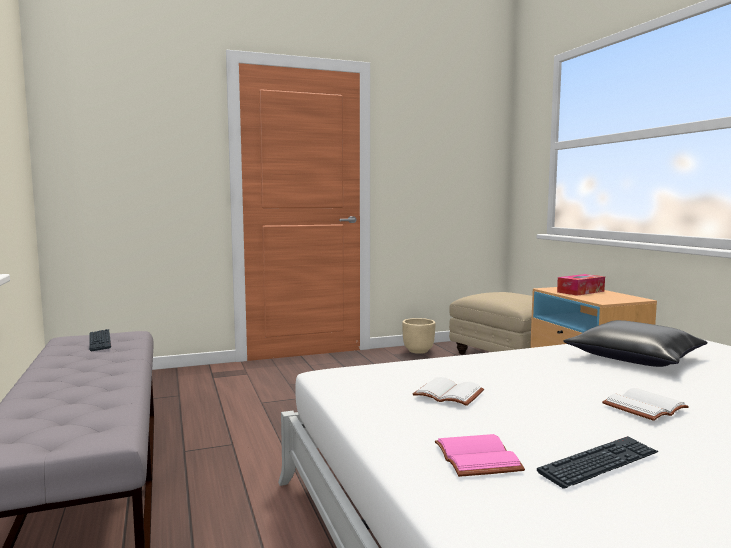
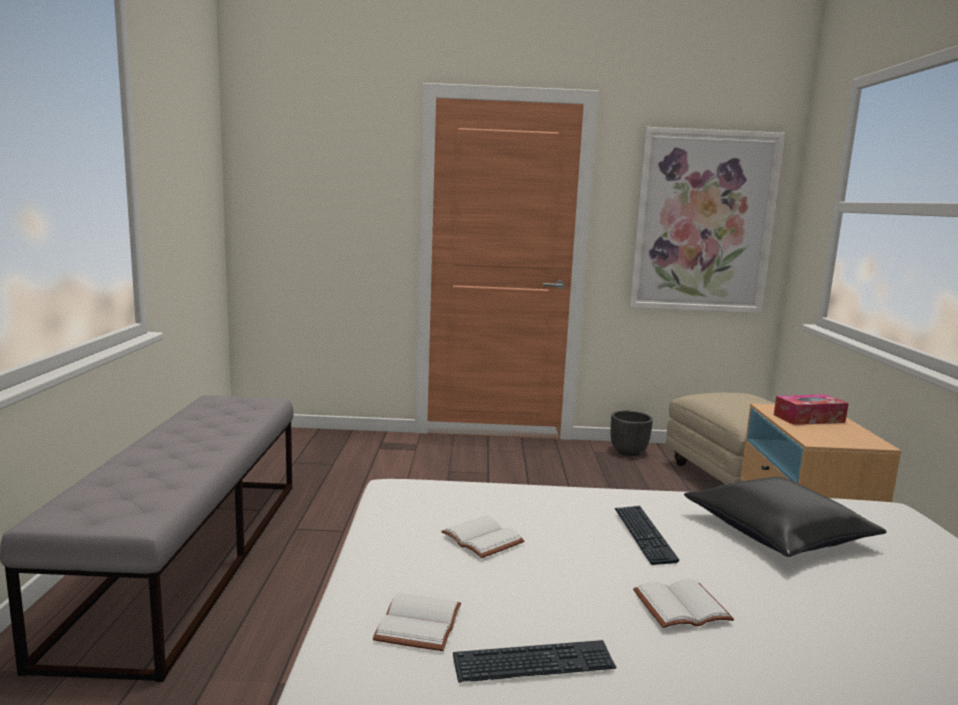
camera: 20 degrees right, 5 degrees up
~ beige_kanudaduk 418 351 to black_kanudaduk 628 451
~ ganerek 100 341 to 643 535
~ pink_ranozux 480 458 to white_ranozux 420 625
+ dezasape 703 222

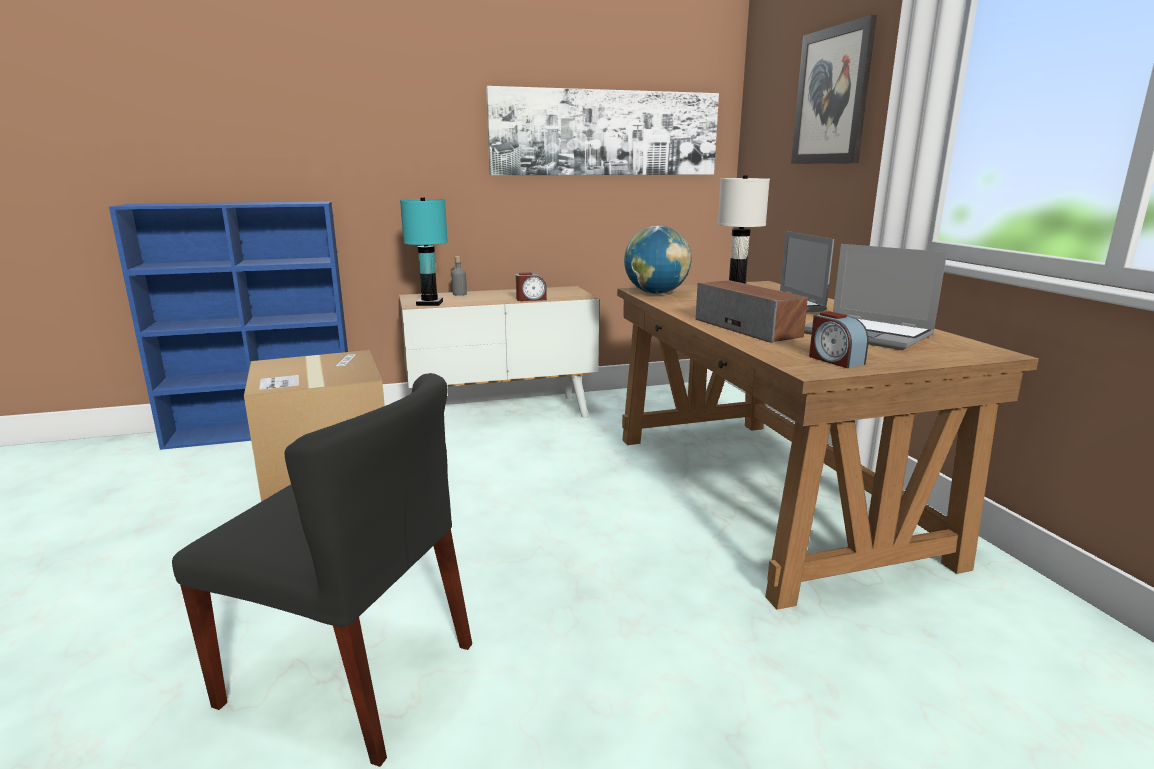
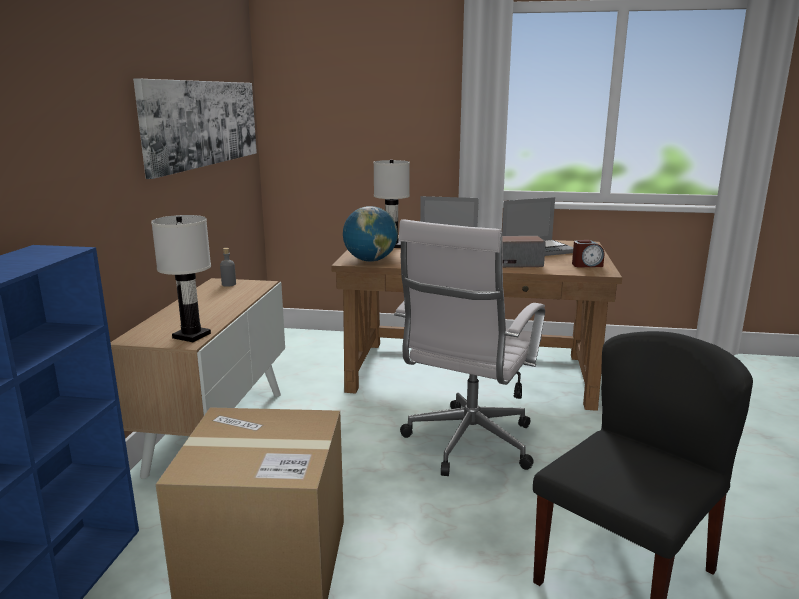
camera: 65 degrees left, 0 degrees up
- dezasape 832 96
~ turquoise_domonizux 429 303 to white_domonizux 191 336
~ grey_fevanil 459 294 to 229 284
- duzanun 531 299
+ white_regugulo 467 445

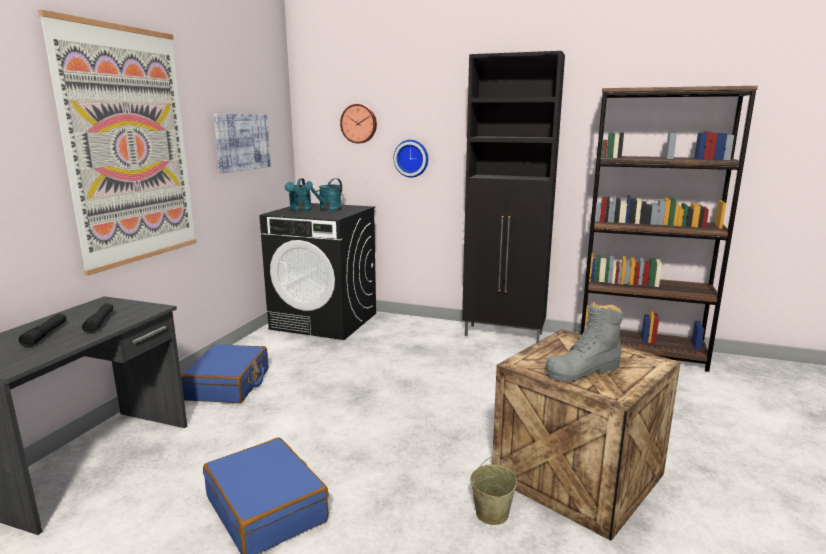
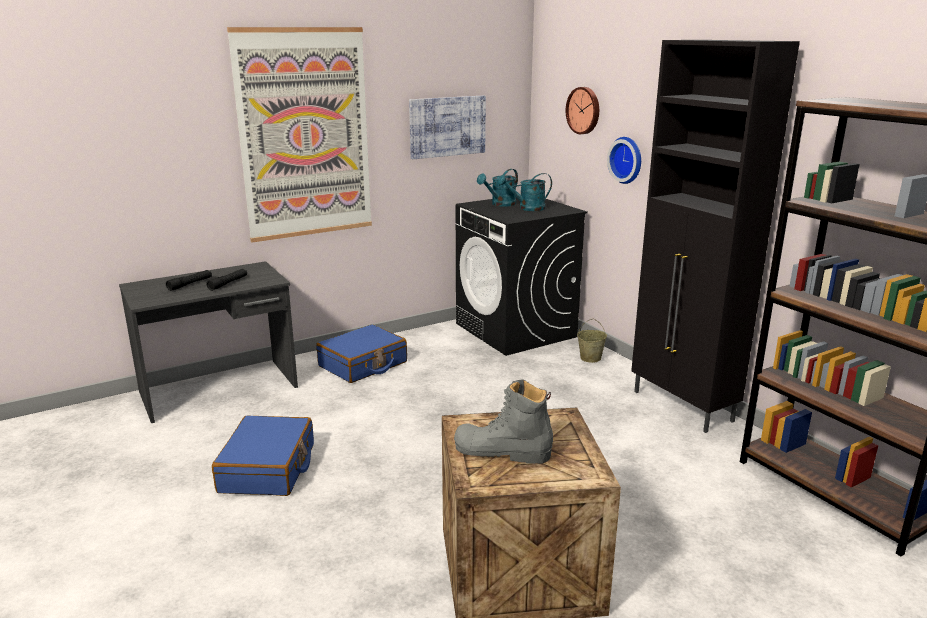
camera: 40 degrees right, 5 degrees up
~ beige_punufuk 492 513 to 590 358

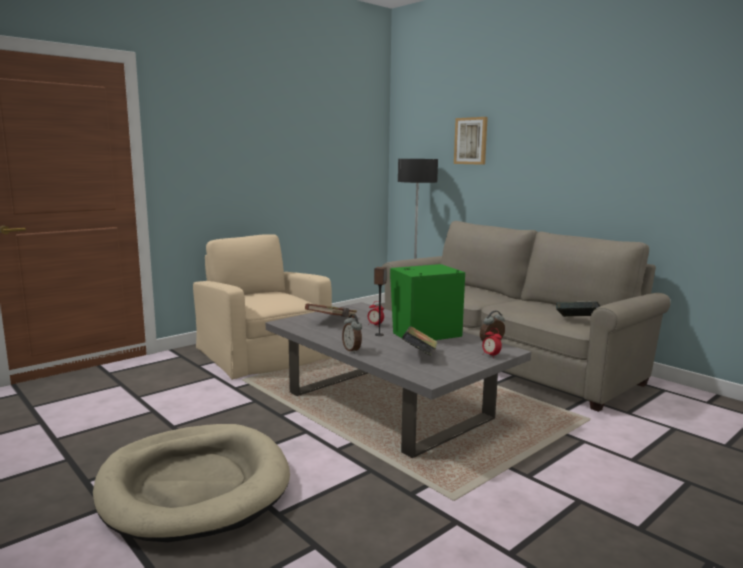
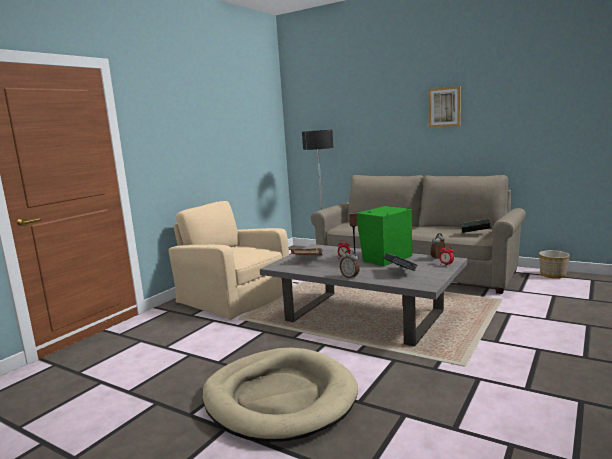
camera: 15 degrees left, 0 degrees up
~ dezasape 471 141 to 444 107
+ kanudaduk 553 275

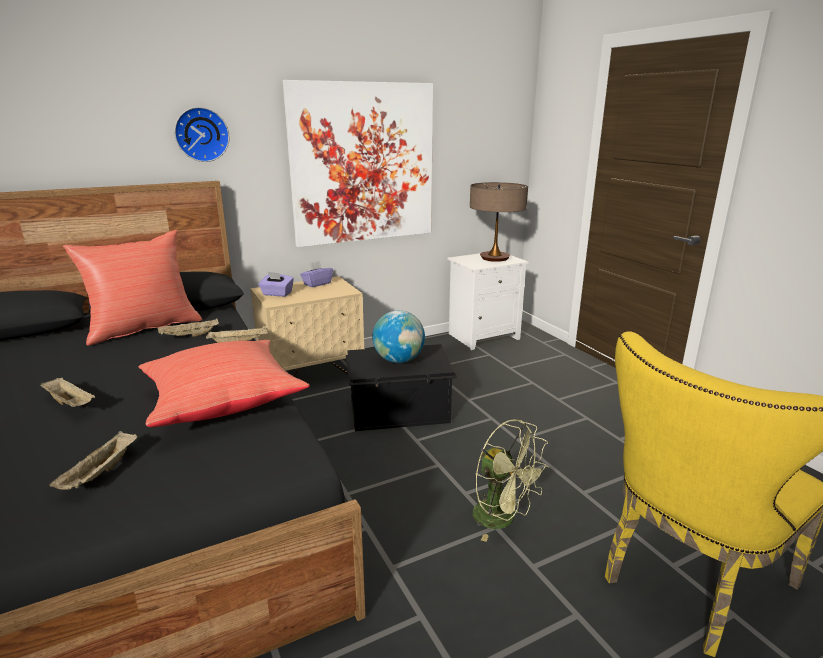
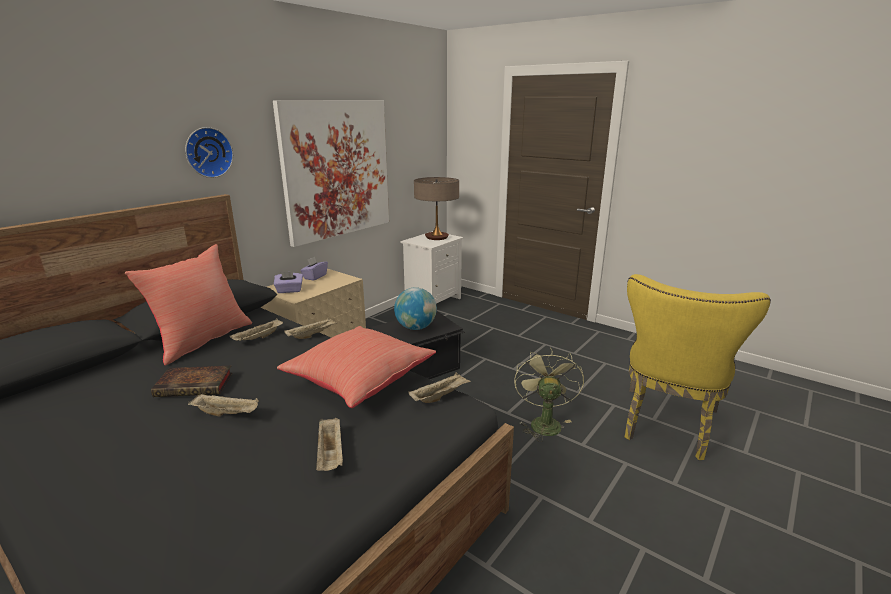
camera: 25 degrees left, 0 degrees up
~ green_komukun 502 519 = 543 422 105 degrees counterclockwise
+ ranozux 196 385
+ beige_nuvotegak 440 396

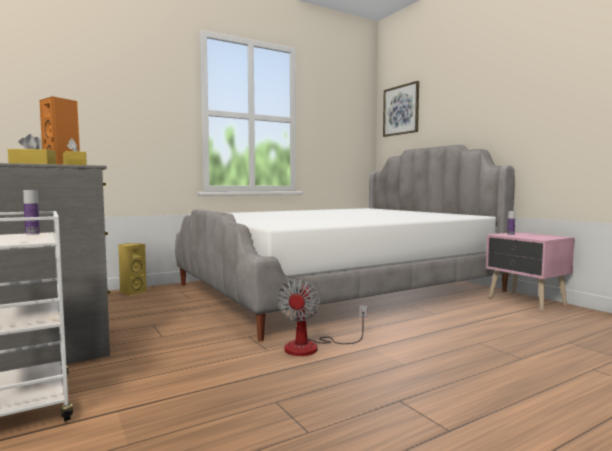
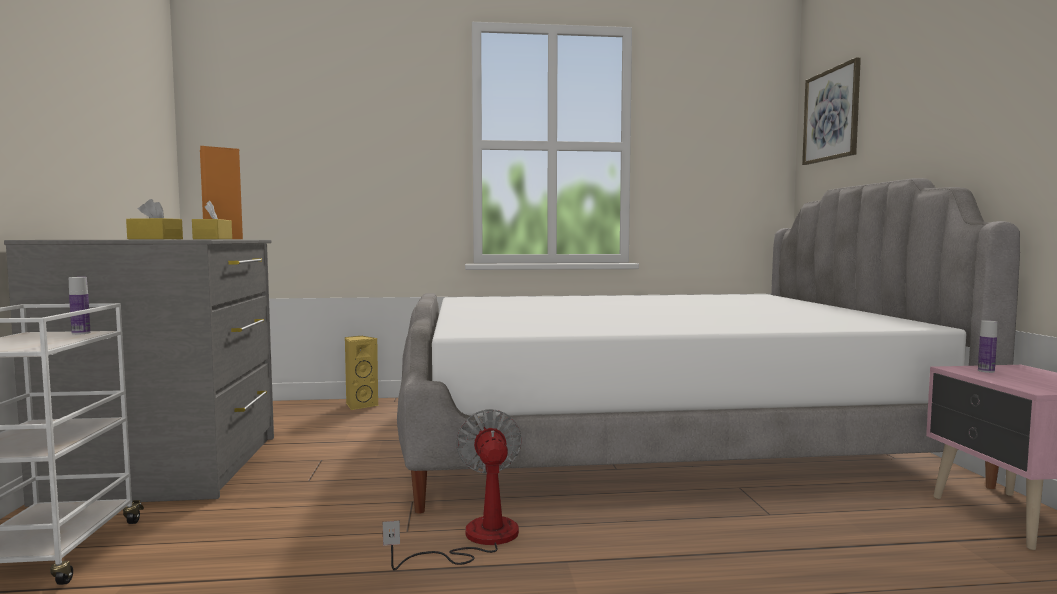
camera: 25 degrees right, 0 degrees up
~ komukun 312 347 = 476 539 135 degrees clockwise

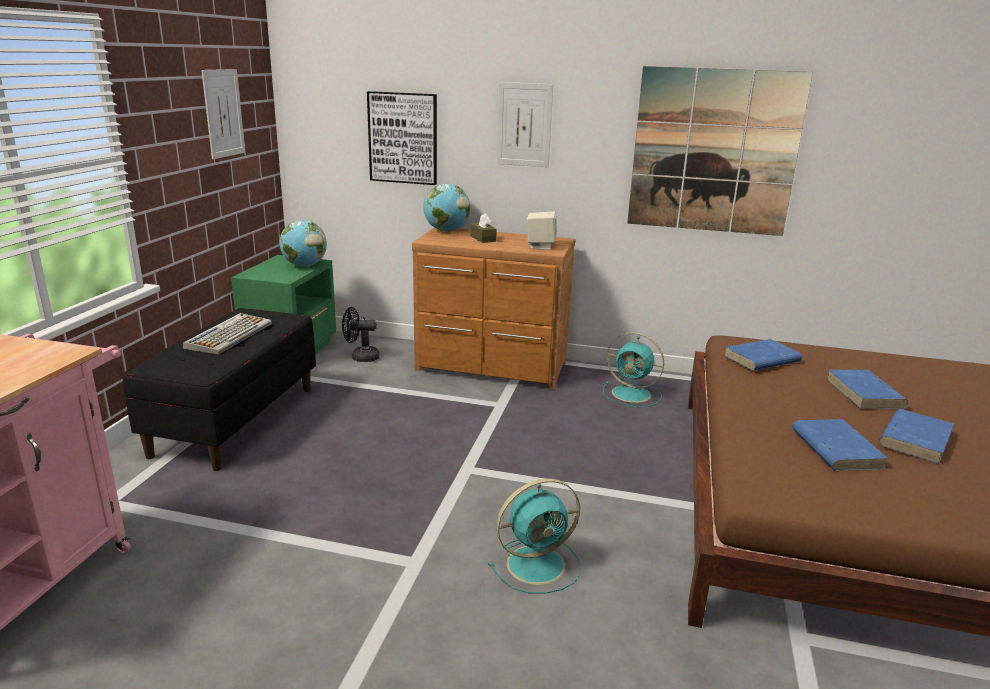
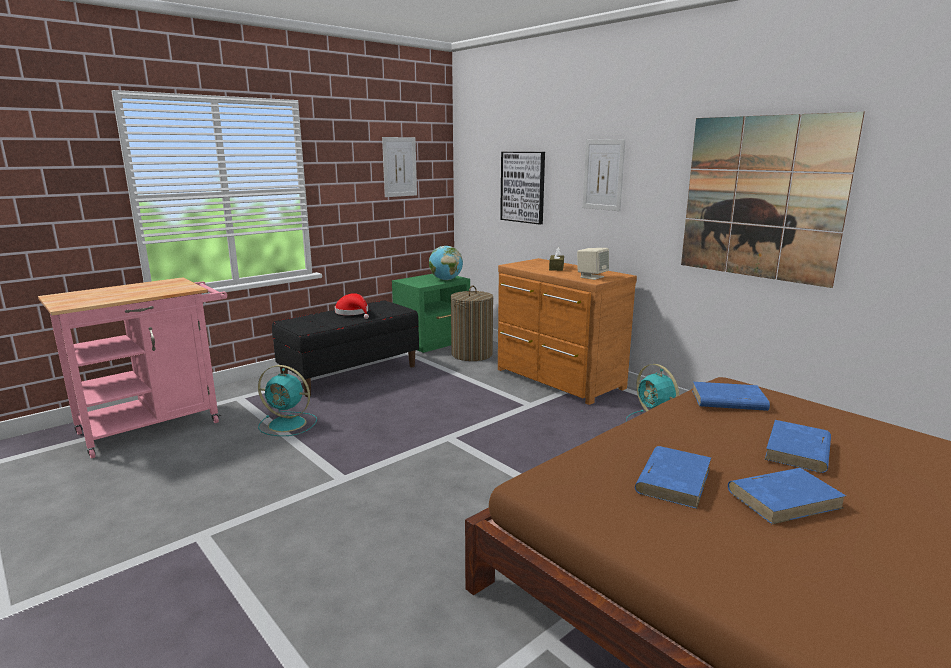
camera: 35 degrees right, 5 degrees down
- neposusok 446 231
~ black_komukun 360 357 to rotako 472 354
~ ganerek 229 335 to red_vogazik 353 313
~ turquoise_komukun 538 564 to 288 424

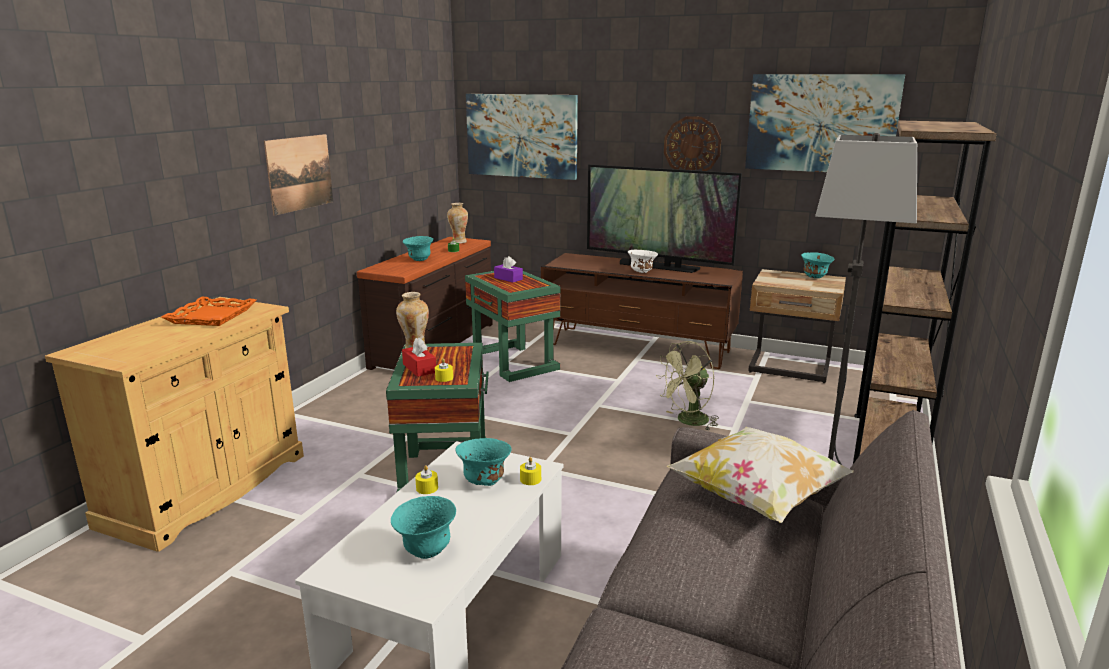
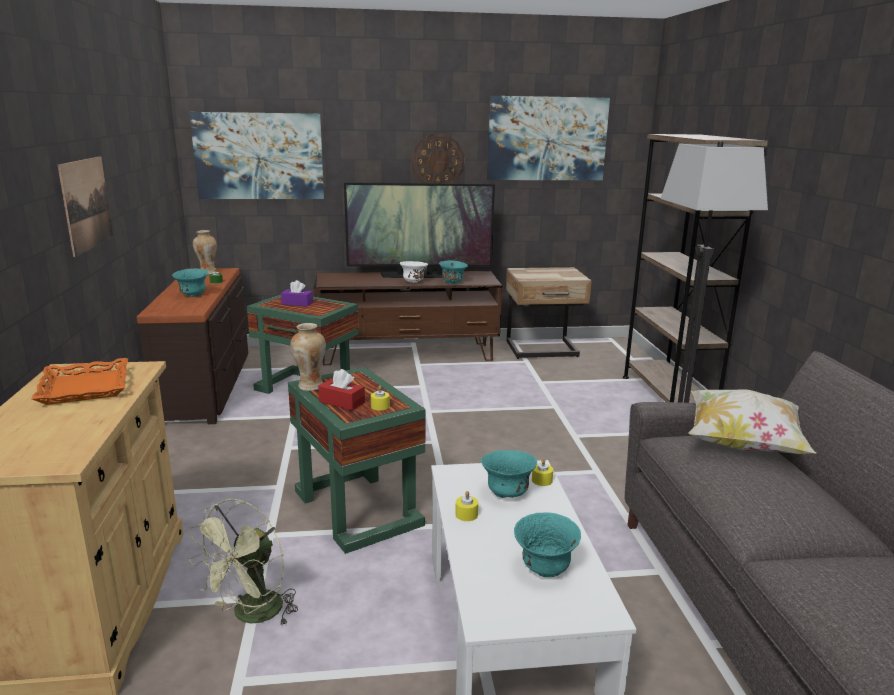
camera: 30 degrees left, 0 degrees up
~ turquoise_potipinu 815 277 to 452 282
~ green_komukun 688 422 to 251 615

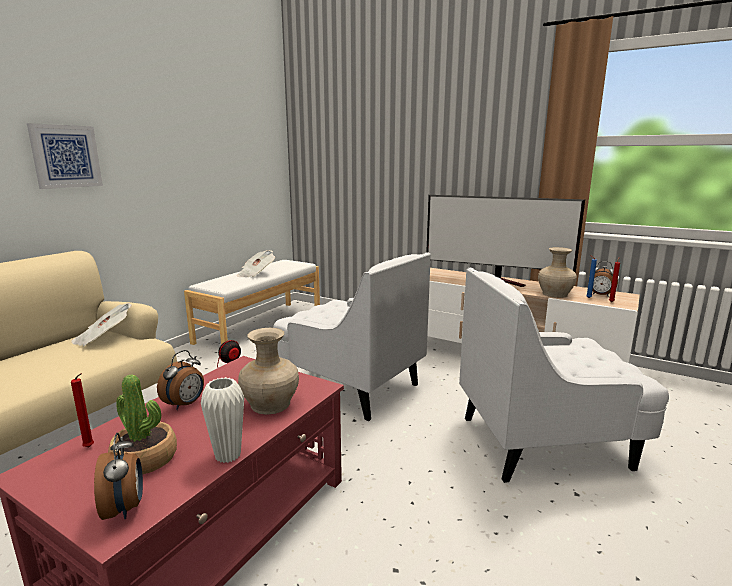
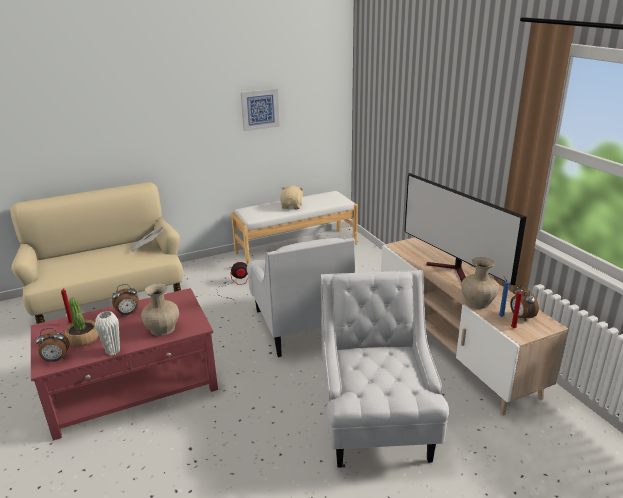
camera: 35 degrees right, 10 degrees up
~ dezasape 66 156 to 260 109
~ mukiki 256 274 to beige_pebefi 292 206
~ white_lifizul 545 442 = 376 424 60 degrees clockwise
~ duzanun 125 508 = 56 359 60 degrees clockwise

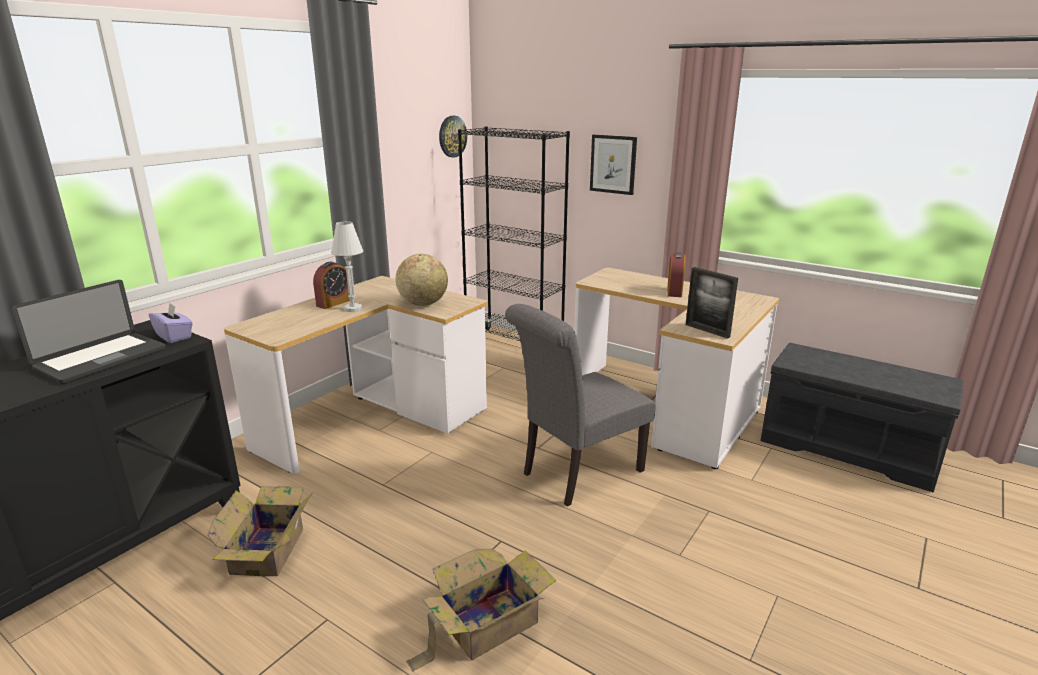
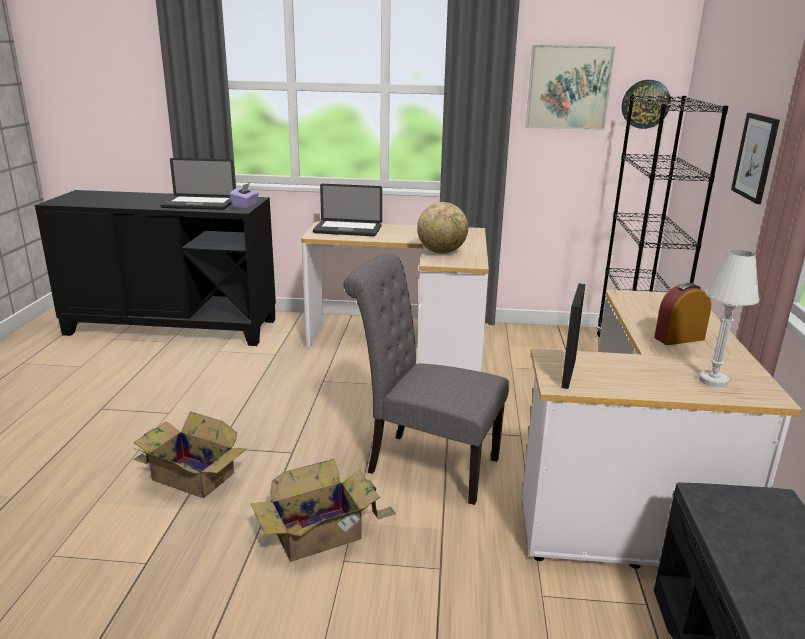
camera: 60 degrees right, 0 degrees up
~ white_domonizux 353 309 to 713 380
- duzanun 334 303
~ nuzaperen 270 549 to 321 533
+ dezasape 568 87
+ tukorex 347 230

